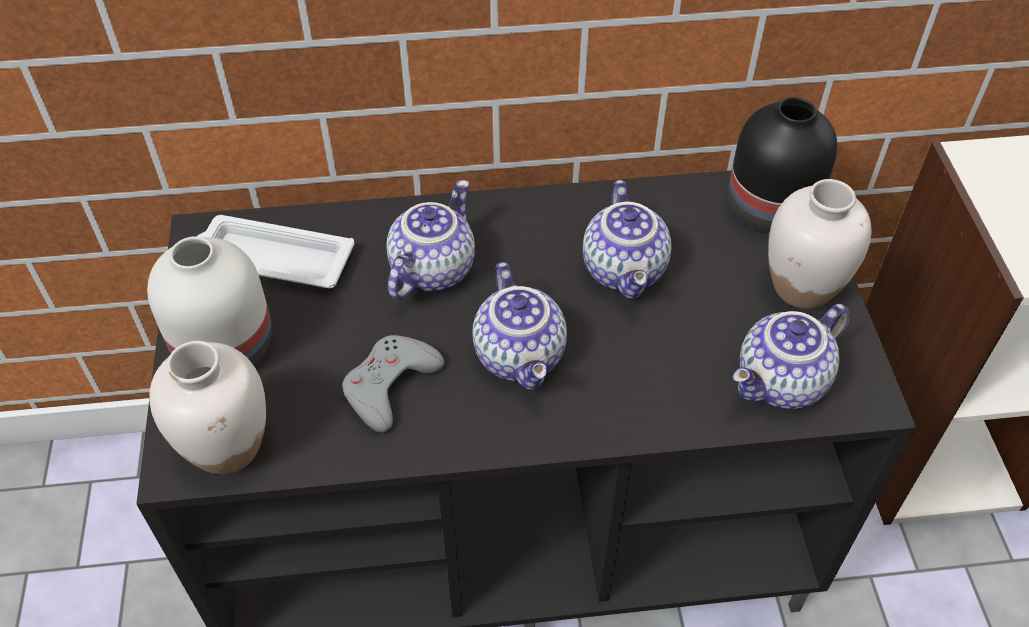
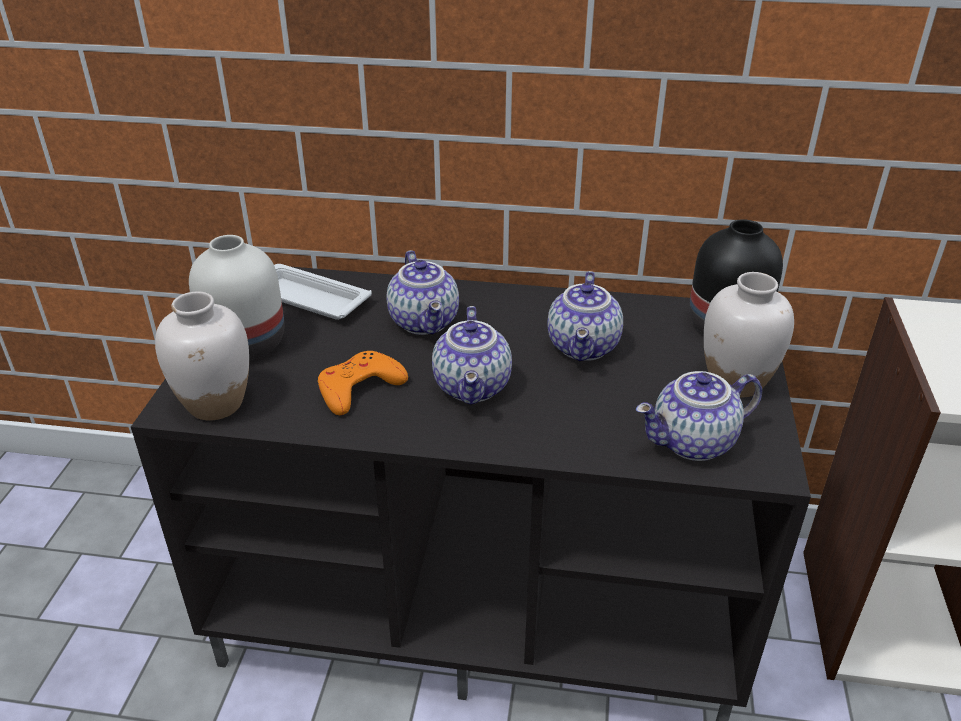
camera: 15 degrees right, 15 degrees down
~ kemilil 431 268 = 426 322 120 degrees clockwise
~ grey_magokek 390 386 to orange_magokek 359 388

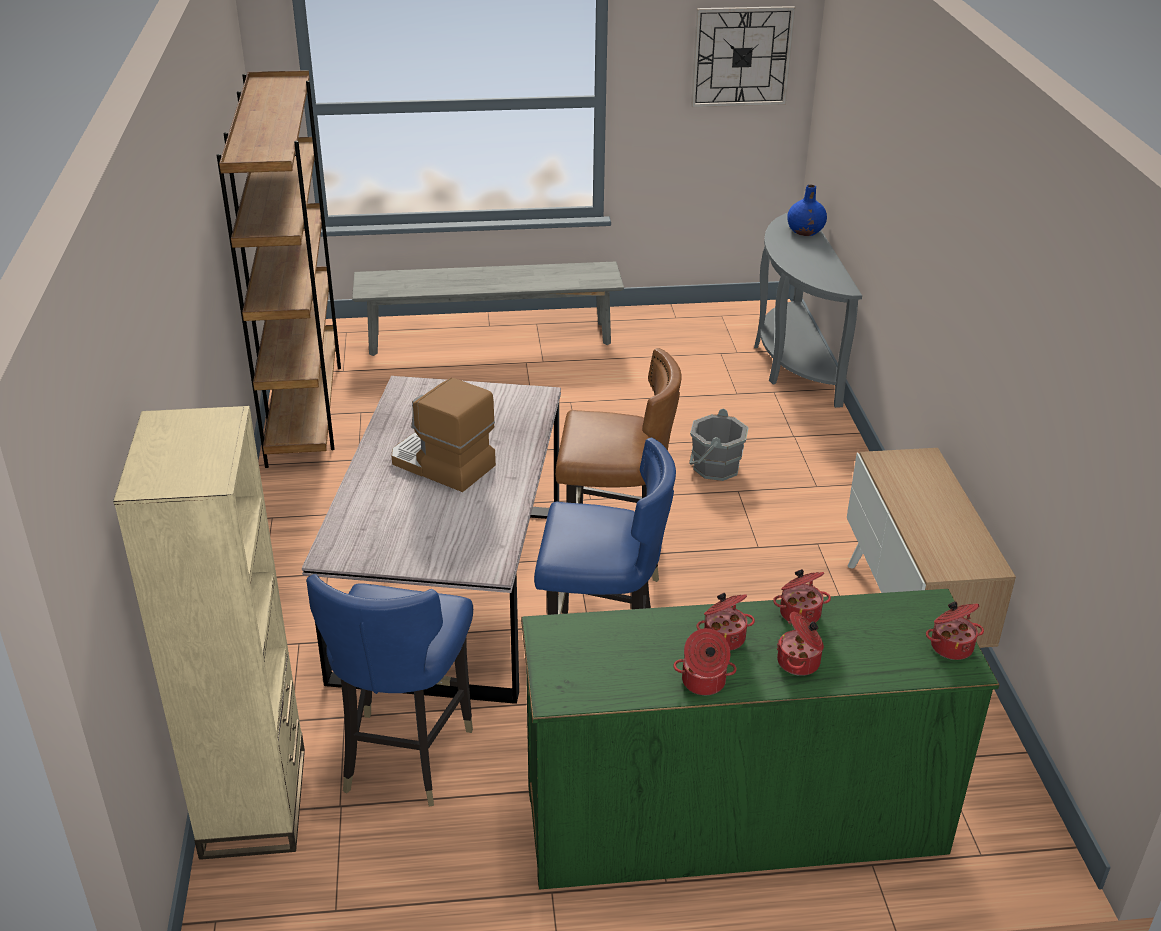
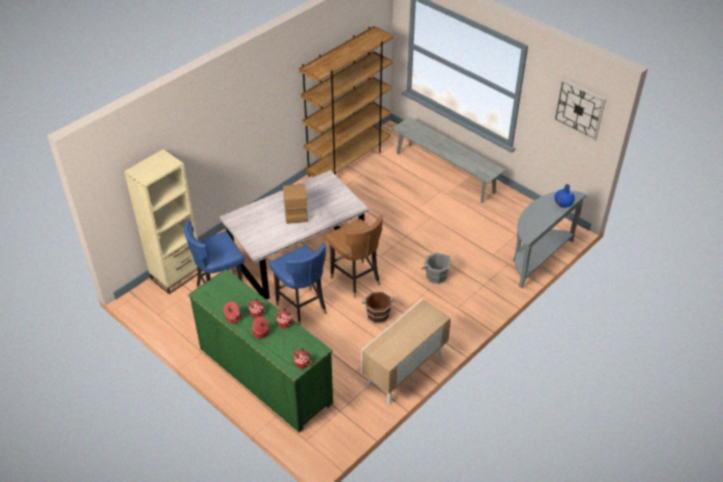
camera: 50 degrees right, 10 degrees up
+ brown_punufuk 377 315

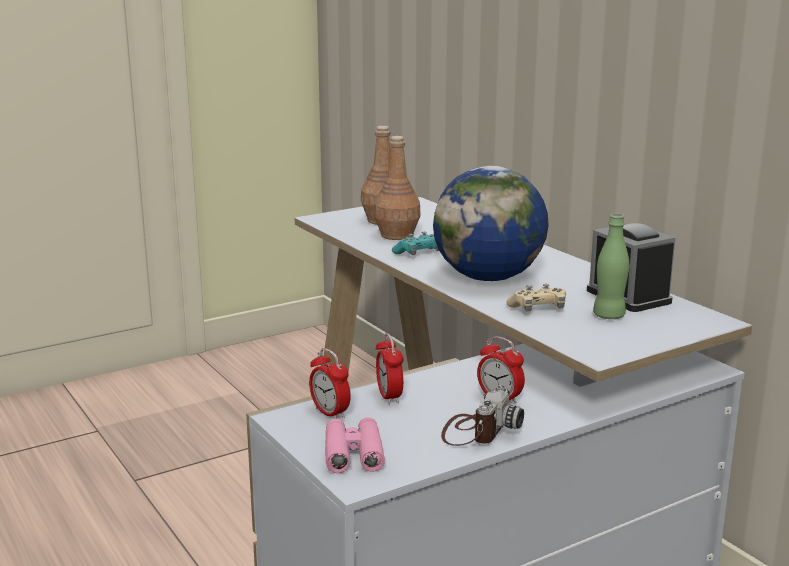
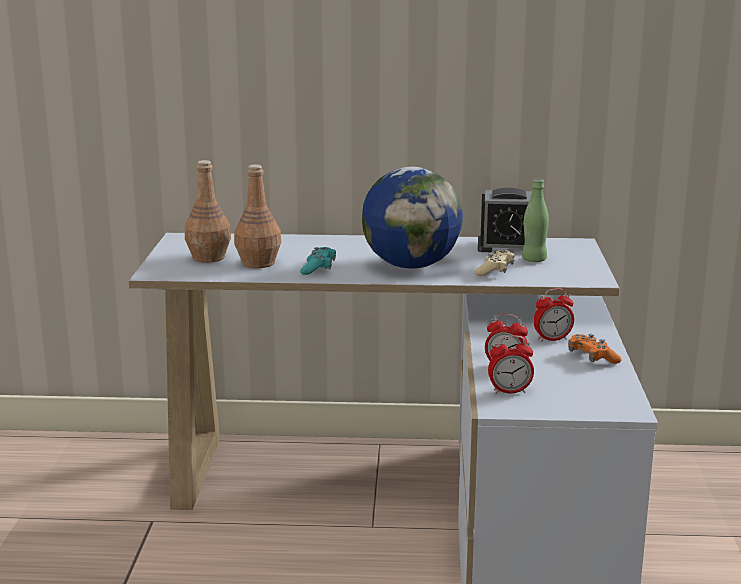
camera: 55 degrees left, 0 degrees up
~ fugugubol 477 430 to orange_magokek 592 358
- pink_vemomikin 353 453

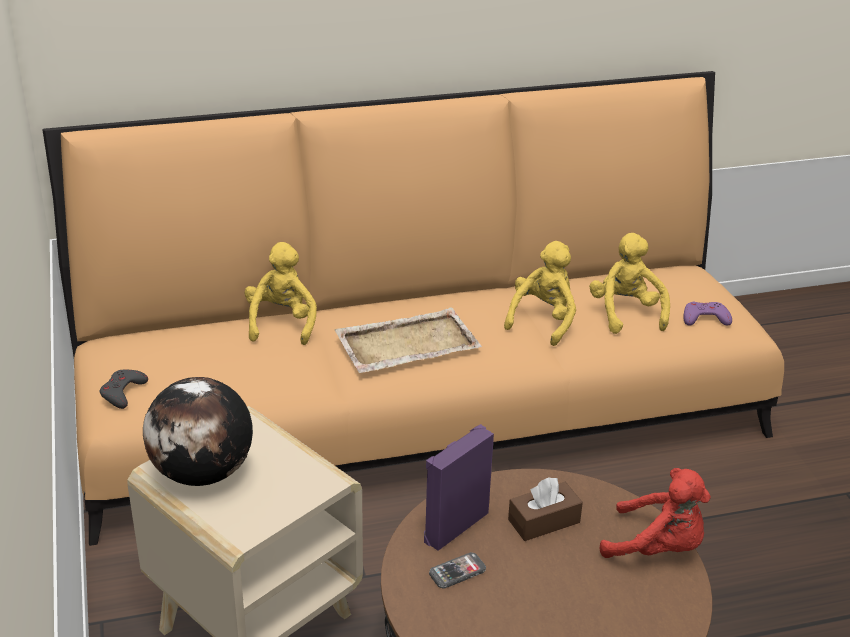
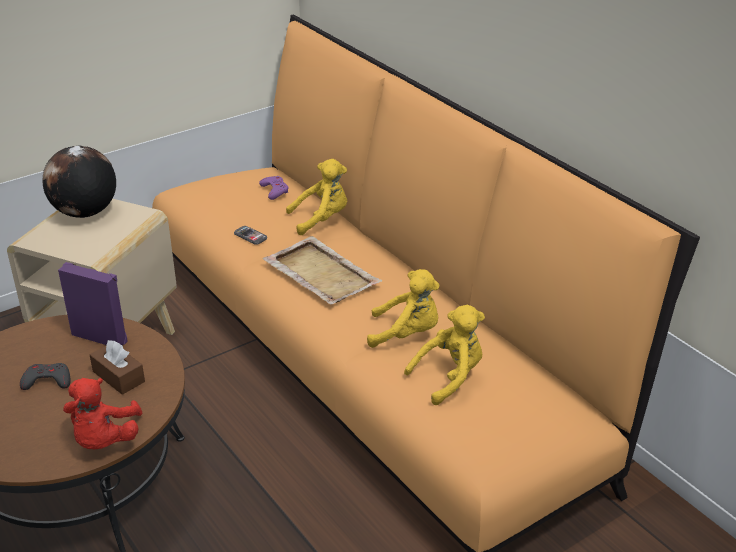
camera: 70 degrees right, 0 degrees up
~ purple_magokek 705 318 to 274 190
~ grey_magokek 122 392 to 47 380
~ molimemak 457 572 to 250 236

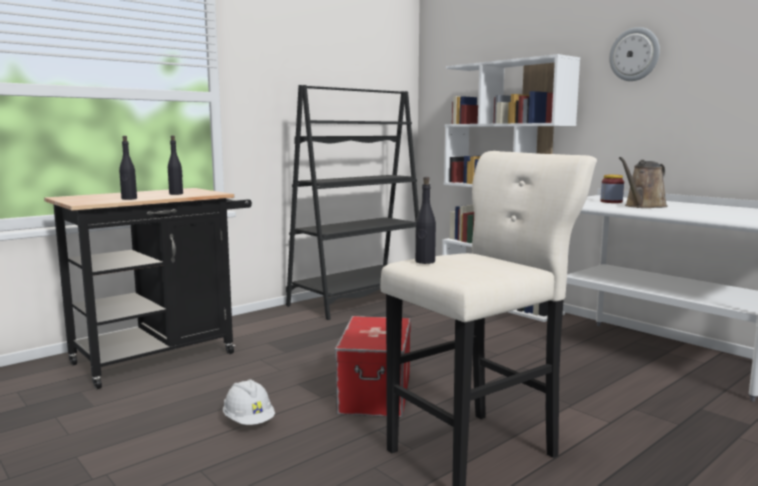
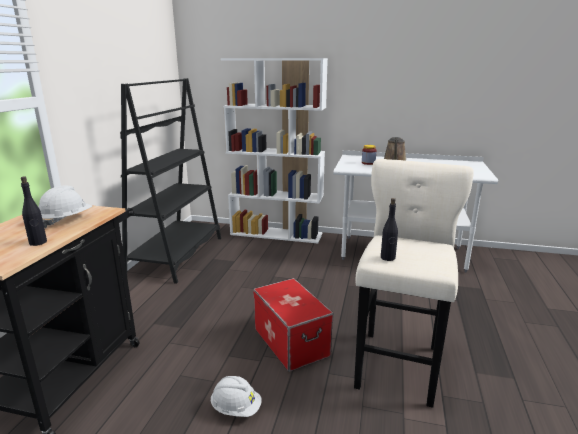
camera: 35 degrees left, 10 degrees up
- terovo 634 54
~ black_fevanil 176 194 to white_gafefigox 66 220

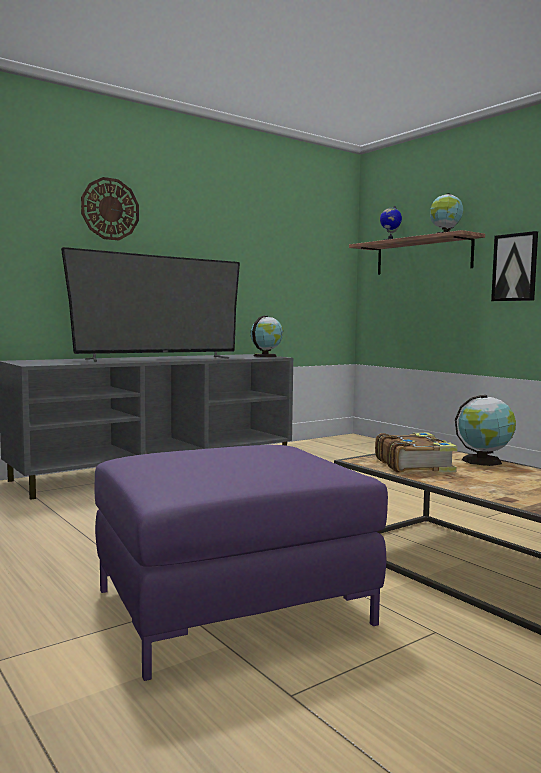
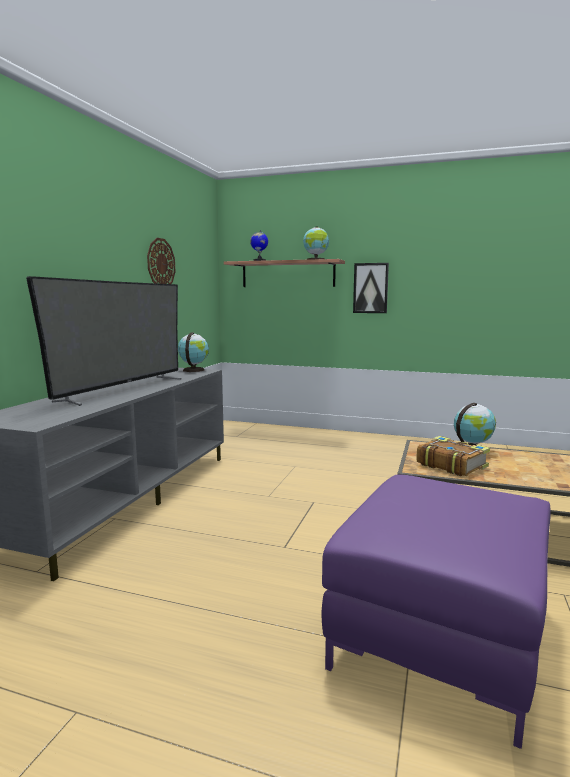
camera: 35 degrees left, 5 degrees up
~ terovo 110 209 to 161 263

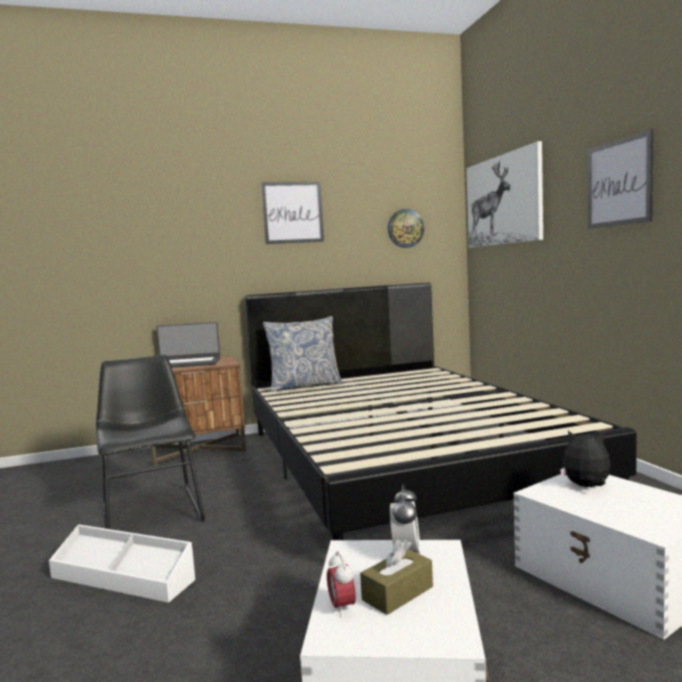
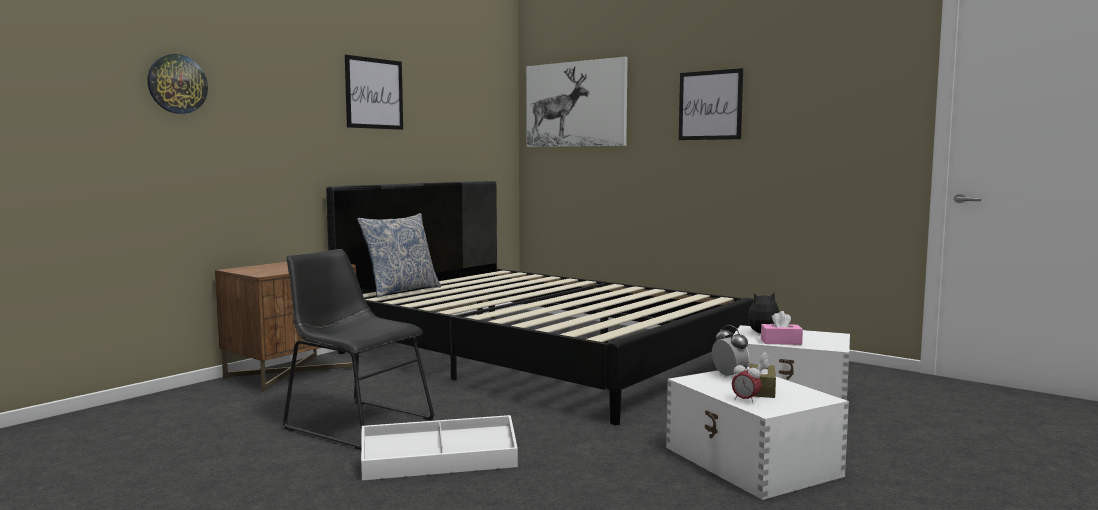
camera: 35 degrees left, 0 degrees up
~ terovo 405 228 to 177 84
- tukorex 187 363
+ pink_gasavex 781 342

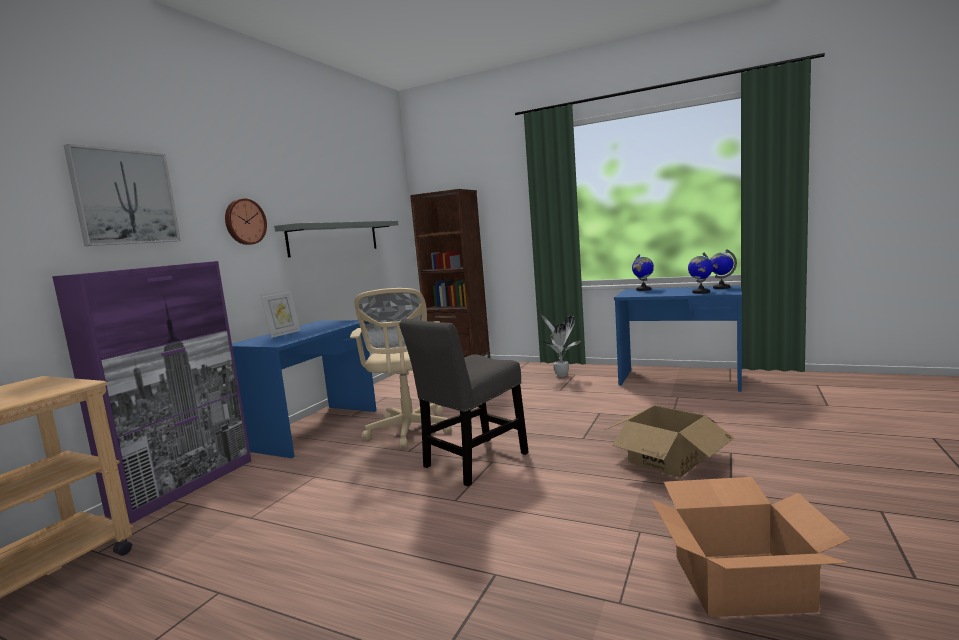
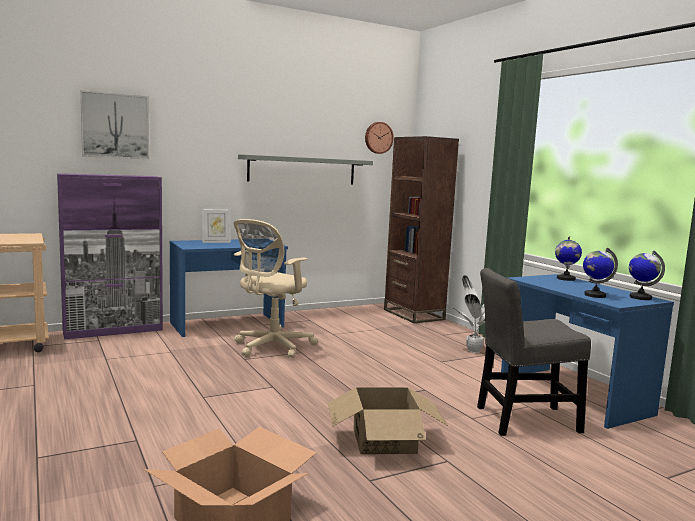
camera: 35 degrees right, 0 degrees up
~ terovo 244 222 to 378 137
~ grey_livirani 472 462 to 522 420

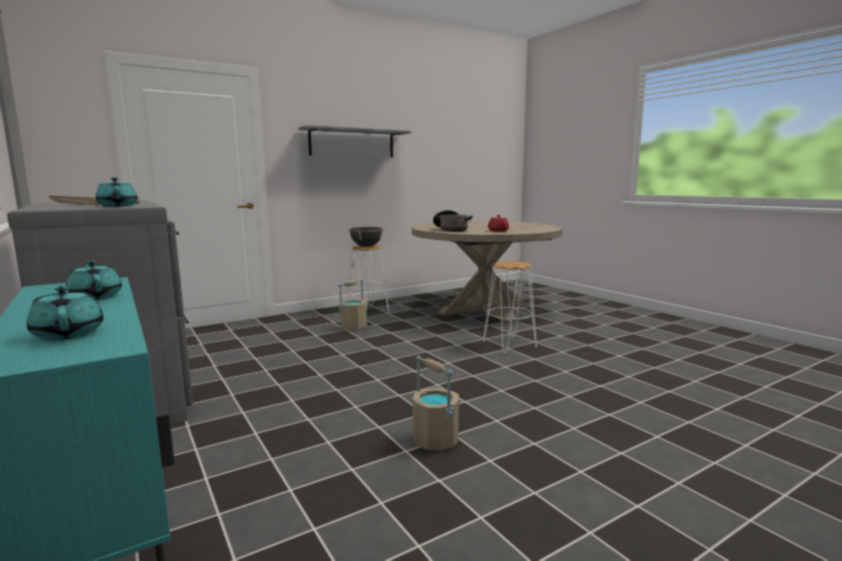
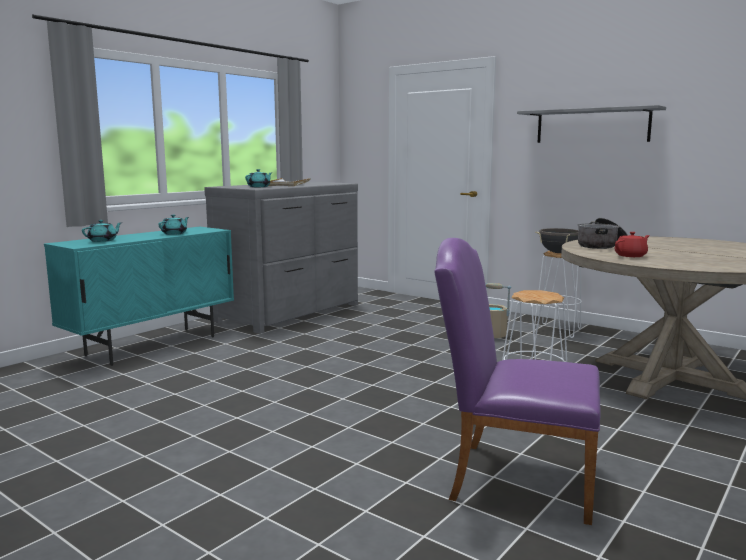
camera: 70 degrees right, 0 degrees up
- beige_punufuk 435 440
+ purple_livirani 512 478

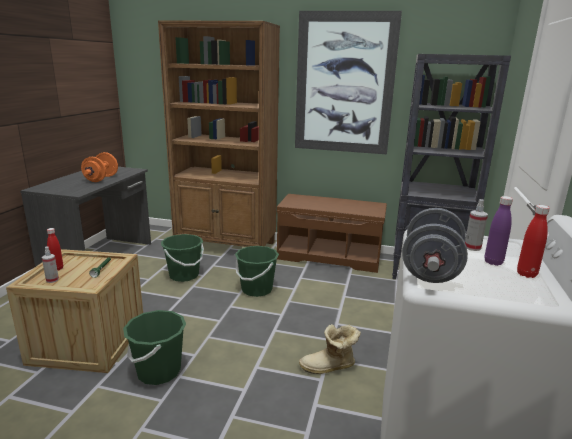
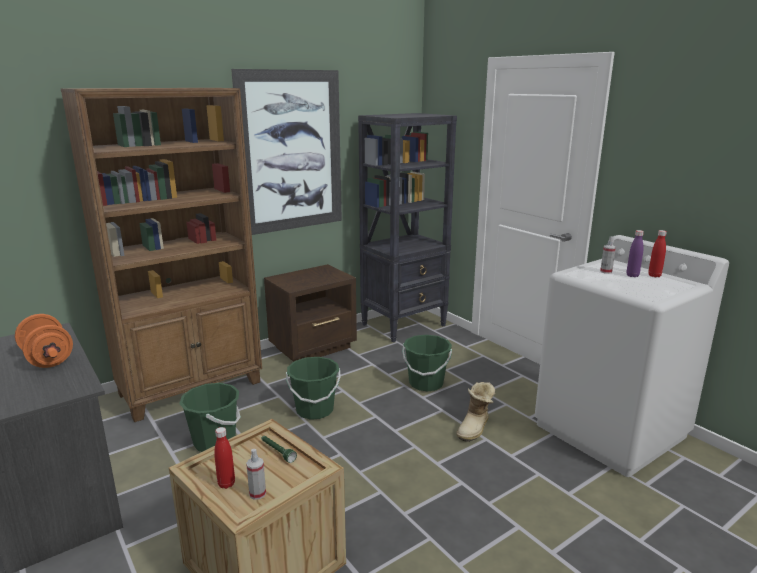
camera: 50 degrees left, 0 degrees up
~ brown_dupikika 330 256 to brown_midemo 314 347
- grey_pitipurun 430 270
~ green_punufuk 158 371 to 426 383

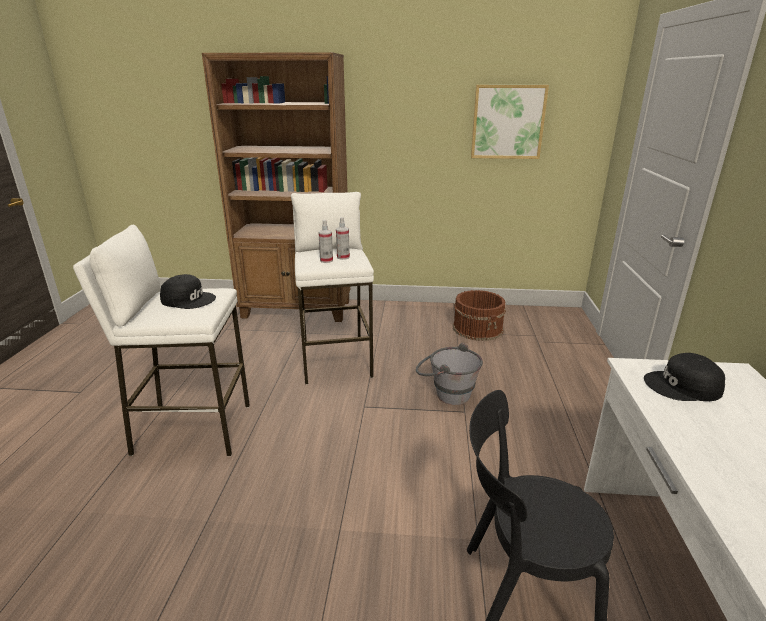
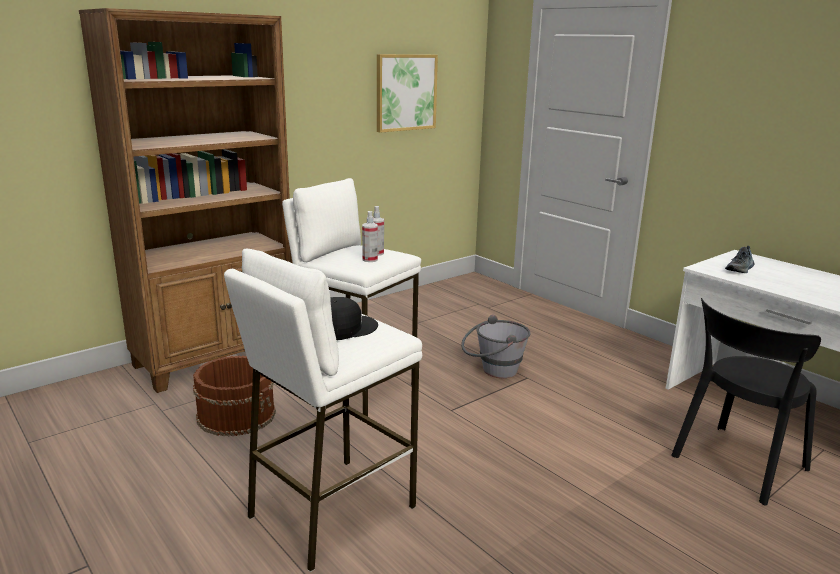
camera: 45 degrees left, 5 degrees down
~ brown_punufuk 478 328 to 237 415
~ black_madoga 683 386 to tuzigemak 740 269

